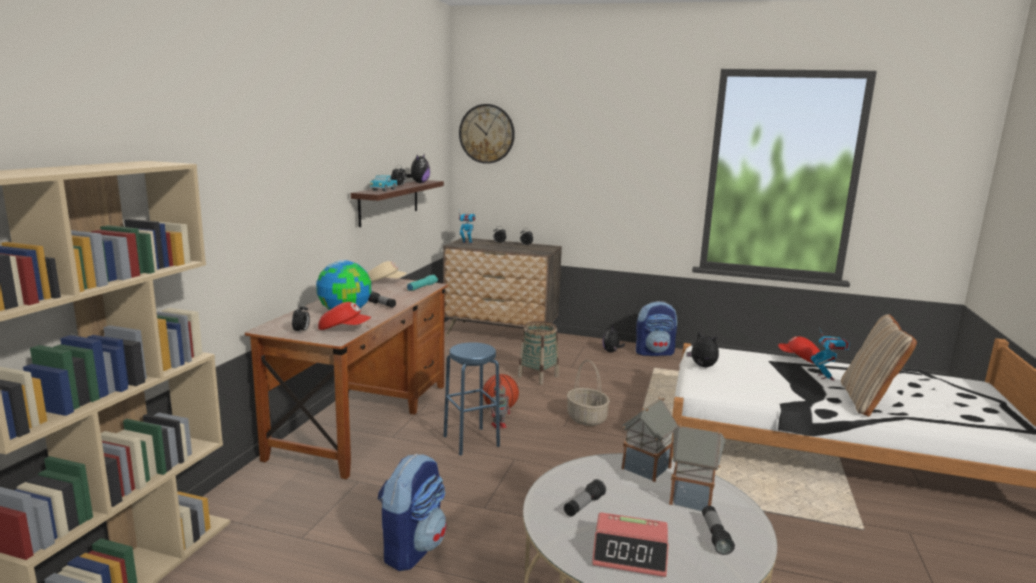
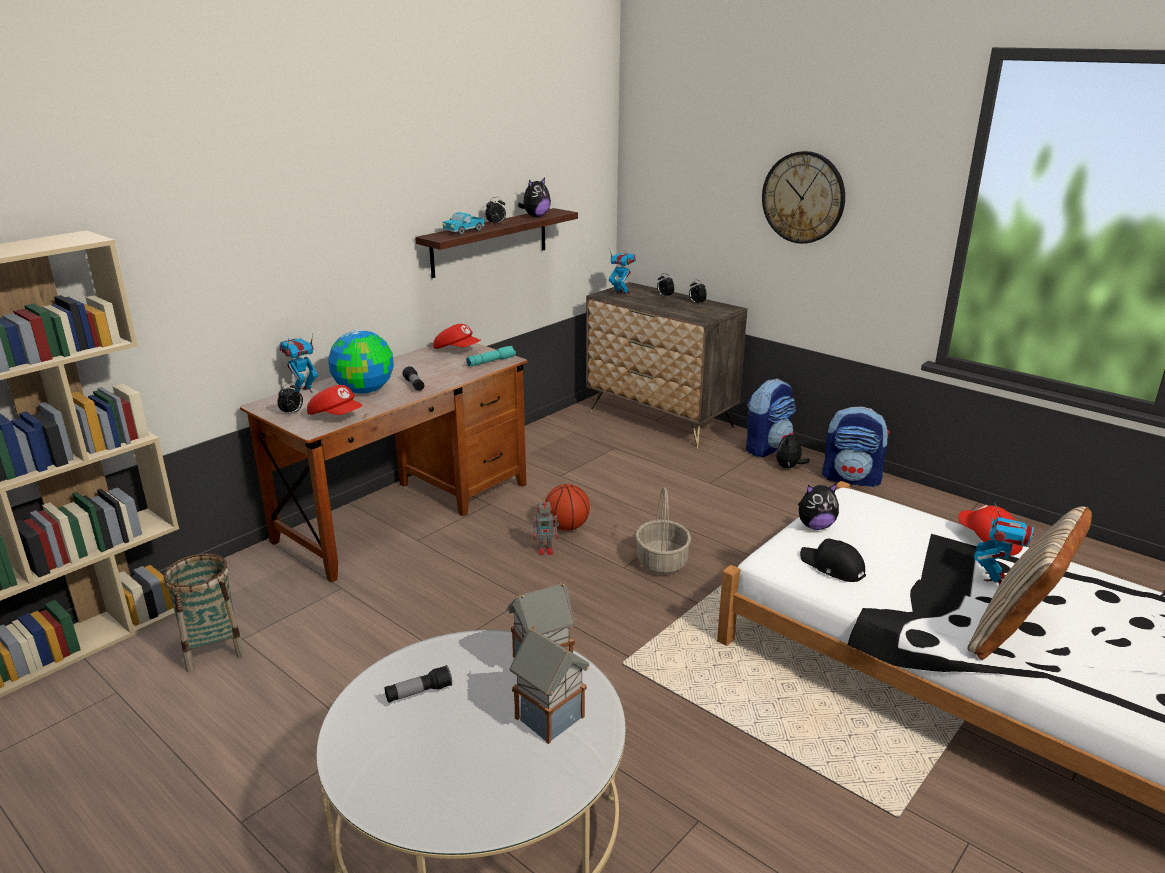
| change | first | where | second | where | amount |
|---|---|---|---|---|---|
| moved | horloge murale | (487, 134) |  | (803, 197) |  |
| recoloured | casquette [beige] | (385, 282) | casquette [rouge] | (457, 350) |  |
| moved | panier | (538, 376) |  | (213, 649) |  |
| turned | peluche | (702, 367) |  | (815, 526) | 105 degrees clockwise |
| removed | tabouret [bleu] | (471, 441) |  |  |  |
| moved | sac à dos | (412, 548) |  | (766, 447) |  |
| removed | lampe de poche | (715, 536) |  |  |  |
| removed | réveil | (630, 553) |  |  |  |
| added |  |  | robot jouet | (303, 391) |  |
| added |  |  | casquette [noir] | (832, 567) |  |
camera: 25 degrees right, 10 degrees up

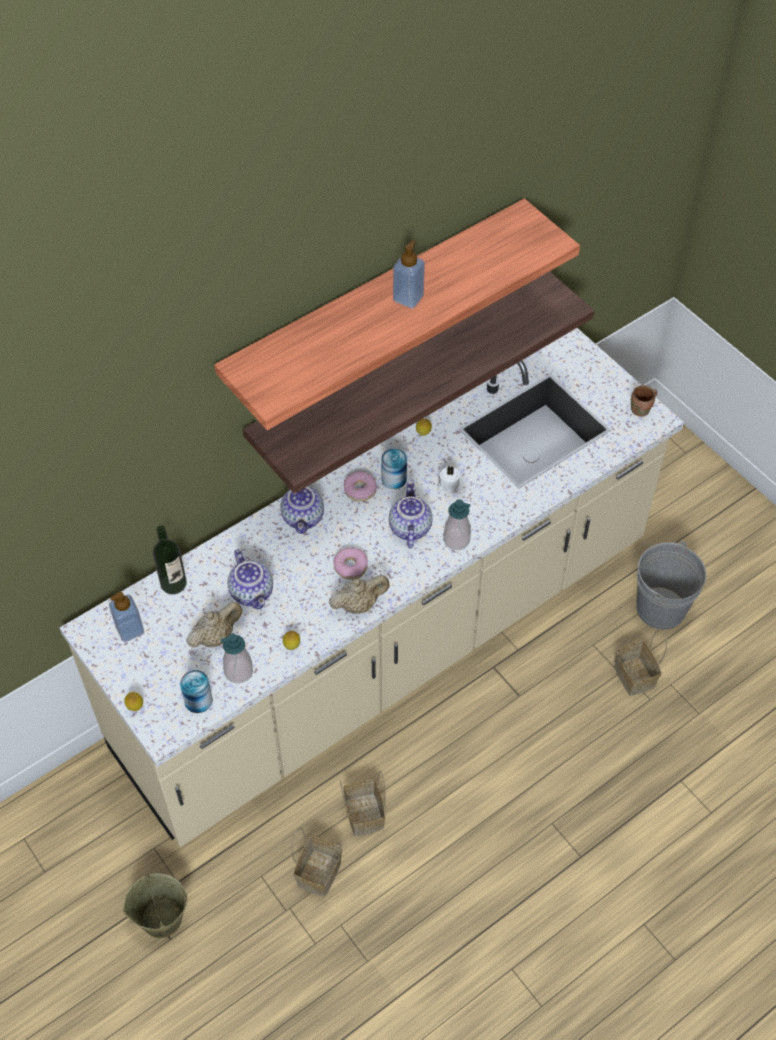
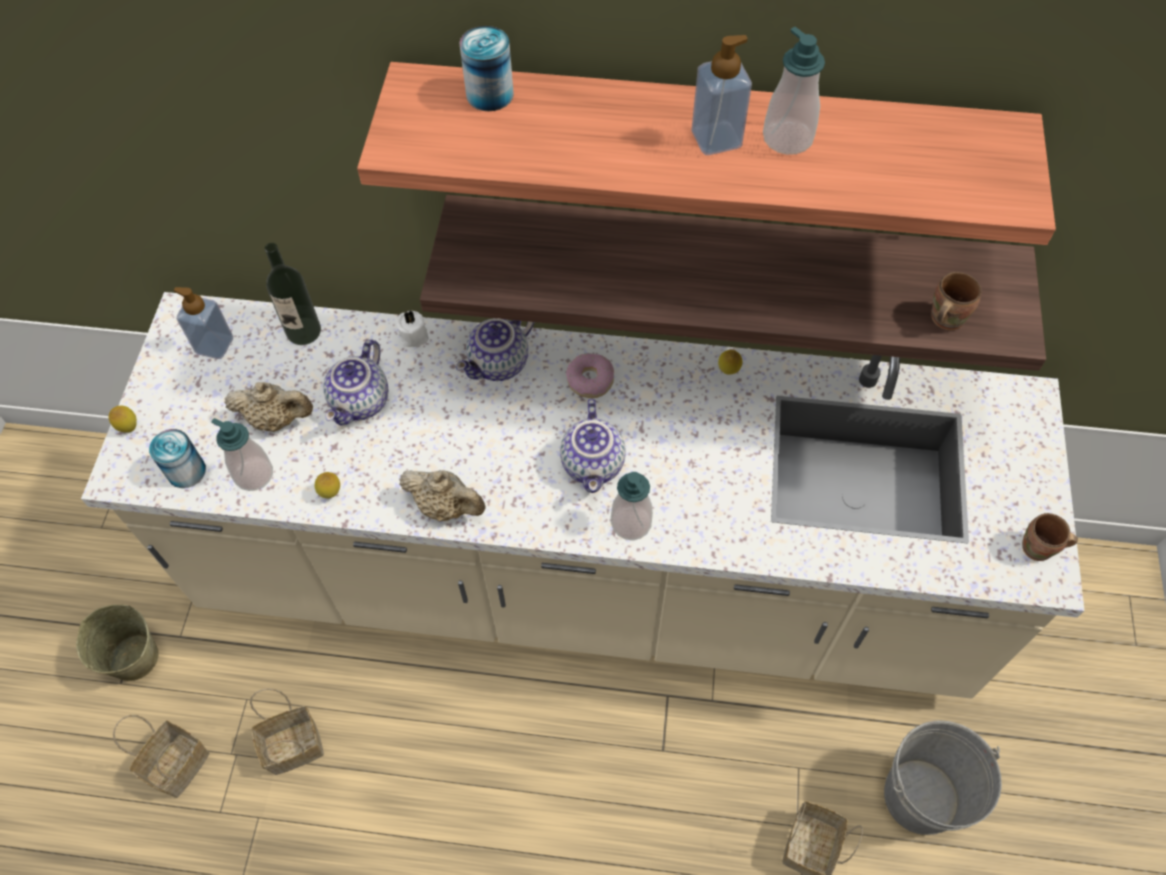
| change | first | where | second | where | amount |
|---|---|---|---|---|---|
| moved | boîte métallique | (394, 479) |  | (489, 94) |  |
| moved | bougie [blanc] | (448, 484) |  | (413, 335) |  |
| turned | théière | (409, 527) |  | (594, 465) | 135 degrees clockwise |
| removed | beignet | (351, 566) |  |  |  |
| moved | panier | (363, 813) |  | (178, 763) |  |
| added |  |  | distributeur de savon | (787, 138) |  |
| added |  |  | mug [marron] | (943, 318) |  |
camera: 45 degrees right, 5 degrees up

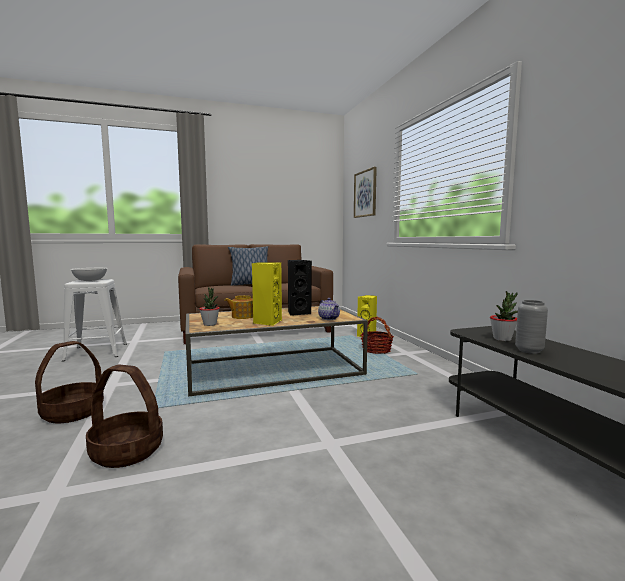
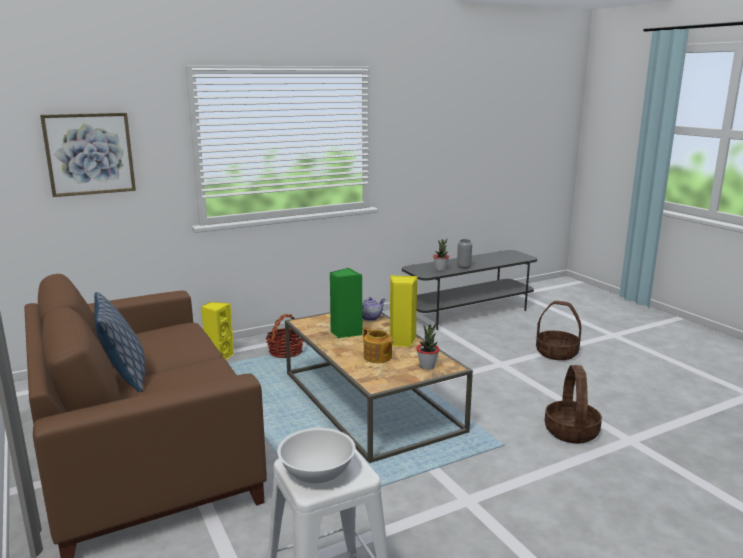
| change | first | where | second | where | amount |
|---|---|---|---|---|---|
| recoloured | enceinte [noir] | (298, 313) | enceinte [vert] | (345, 332) |  |
| moved | panier | (73, 412) |  | (556, 353) |  |
camera: 100 degrees left, 10 degrees up

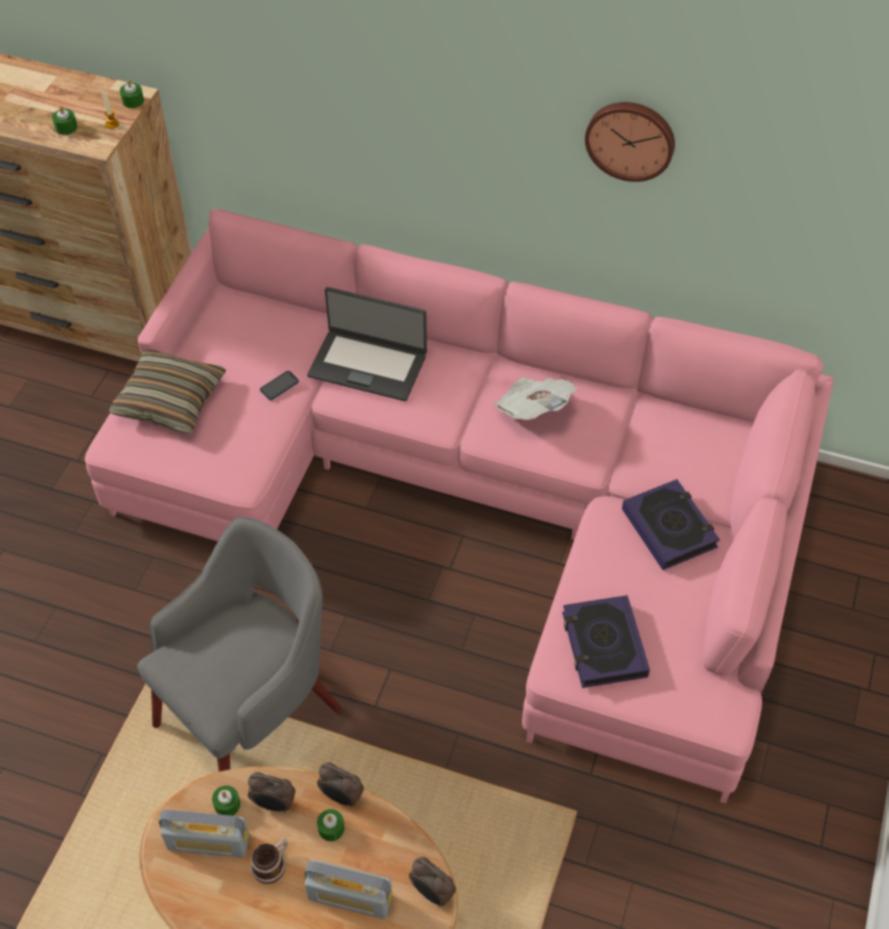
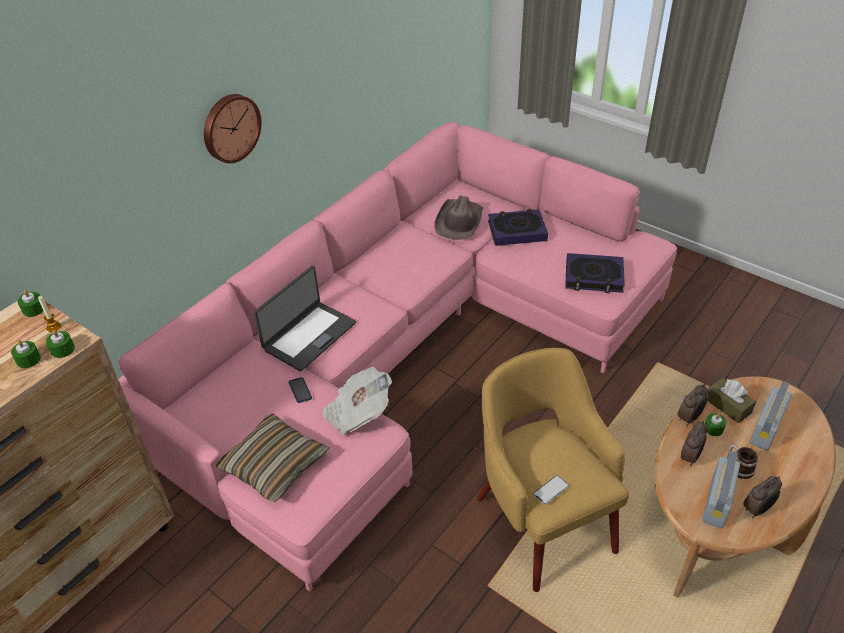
| change | first | where | second | where | amount |
|---|---|---|---|---|---|
| moved | horloge murale | (631, 139) |  | (230, 127) |  |
| moved | journal | (533, 409) |  | (357, 412) |  |
| recoloured | fauteuil [gris] | (253, 713) | fauteuil [jaune] | (542, 520) |  |
| moved | bougie [vert] | (227, 804) |  | (62, 349) |  |
| moved | réveil | (432, 893) |  | (757, 510) |  |
| added |  |  | chapeau [marron] | (459, 221) |  |
| added |  |  | boîte à mouchoirs [marron] | (728, 406) |  |
| added |  |  | téléphone | (550, 490) |  |
camera: 70 degrees left, 10 degrees down

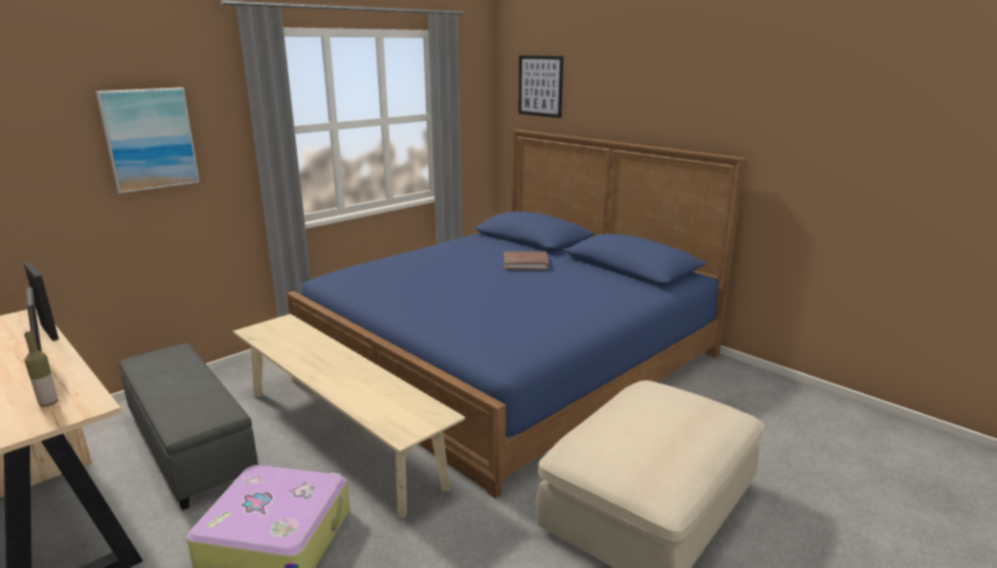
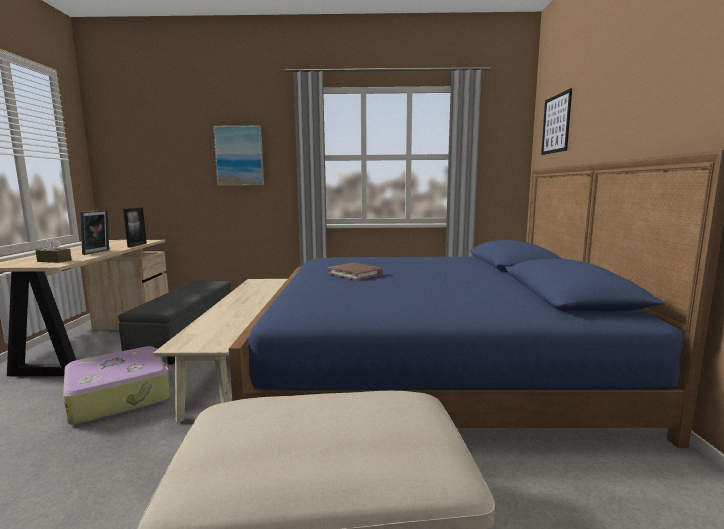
| change | first | where | second | where | amount |
|---|---|---|---|---|---|
| moved | livre [marron] | (525, 263) |  | (355, 274) |  |
| replaced | bouteille | (48, 403) | boîte à mouchoirs [marron] | (54, 261) |  |
camera: 45 degrees right, 10 degrees down

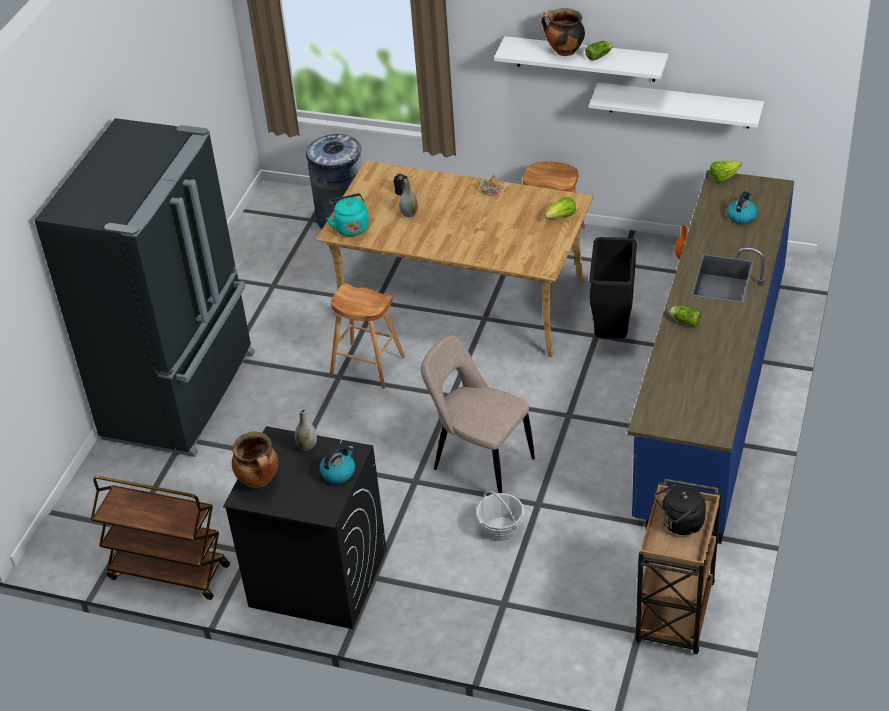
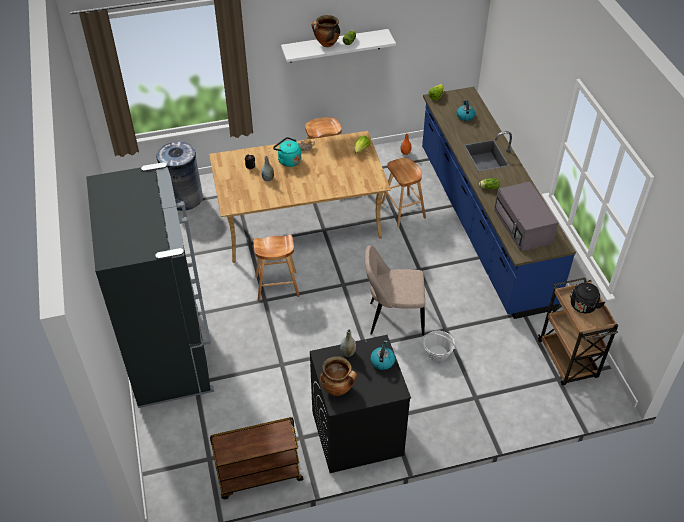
| change | first | where | second | where | amount |
|---|---|---|---|---|---|
| removed | étagère [blanc] | (679, 105) |  |  |  |
| moved | bouilloire [turquoise] | (351, 227) |  | (288, 160) |  |
| replaced | poubelle [noir] | (613, 331) | tabouret [marron] | (403, 210) |  |
| added |  |  | micro-ondes [gris] | (523, 227) |  |
camera: 35 degrees left, 5 degrees up

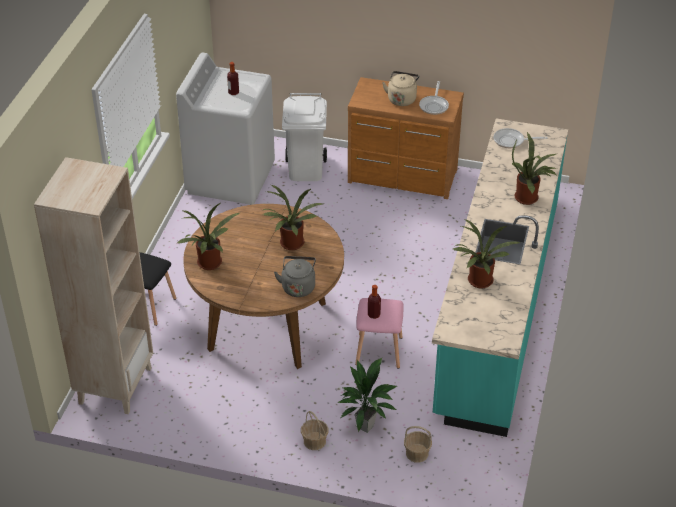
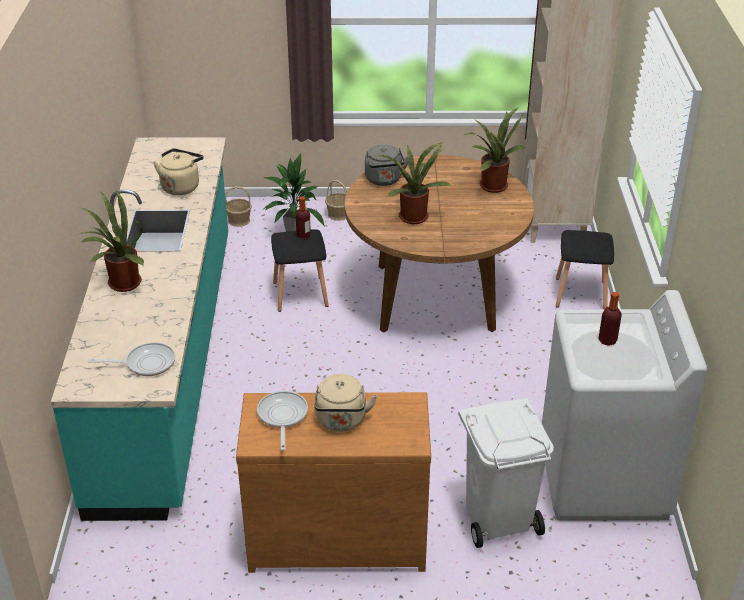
| change | first | where | second | where | amount |
|---|---|---|---|---|---|
| replaced | plante en pot | (479, 282) | bouilloire [beige] | (181, 186) |  |
| recoloured | tabouret [rose] | (379, 351) | tabouret [noir] | (299, 293) |  |
camera: 165 degrees right, 5 degrees down

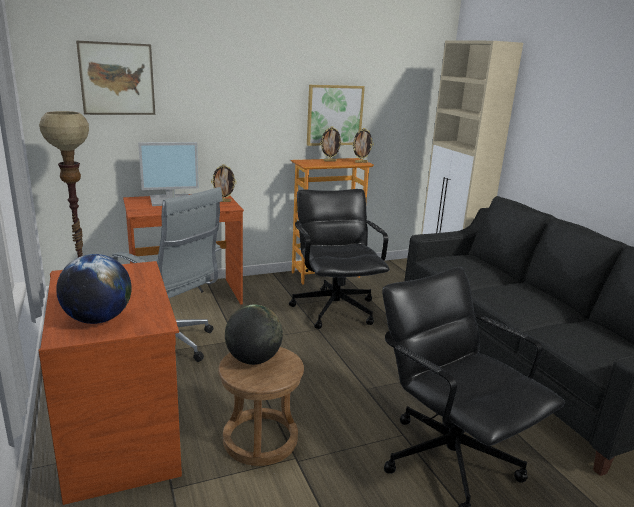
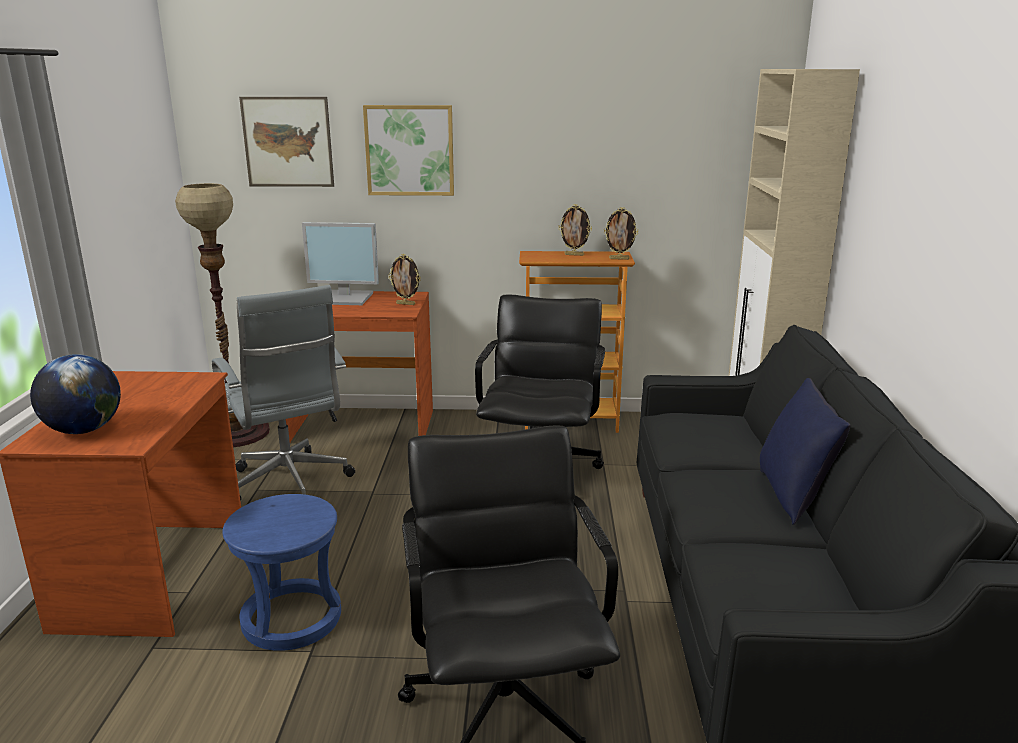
| change | first | where | second | where | amount |
|---|---|---|---|---|---|
| moved | tableau | (334, 115) |  | (409, 150) |  |
| removed | globe | (253, 360) |  |  |  |
| recoloured | tabouret [marron] | (261, 439) | tabouret [bleu] | (292, 618) |  |
| added |  |  | coussin [bleu] | (793, 496) |  |
camera: 25 degrees right, 0 degrees up

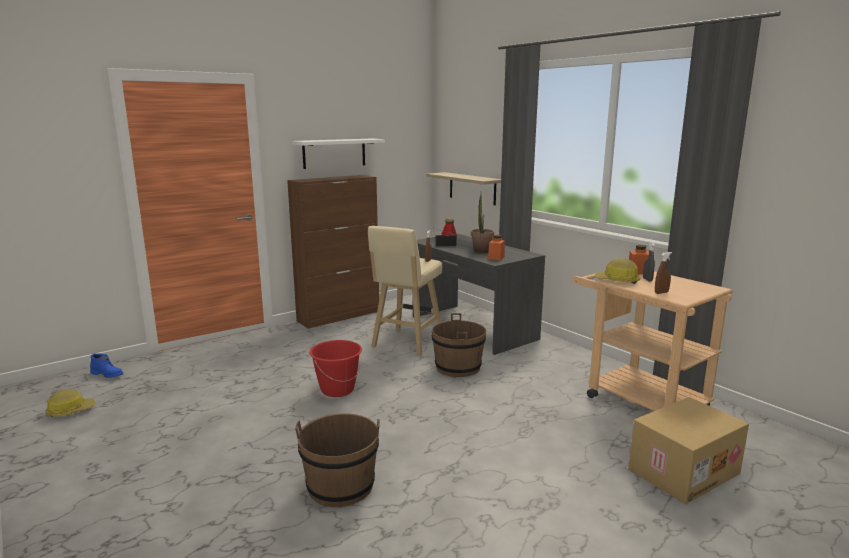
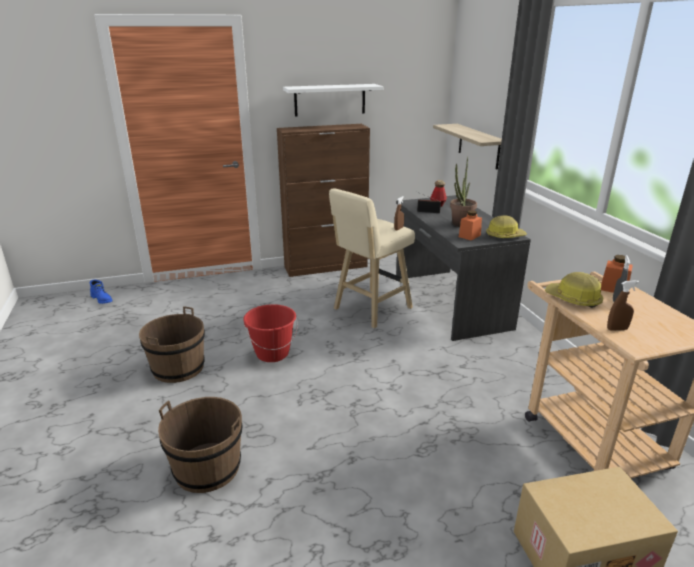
| change | first | where | second | where | amount |
|---|---|---|---|---|---|
| moved | seau [marron] | (458, 367) |  | (178, 368) |  |
| moved | casque de chantier | (70, 411) |  | (504, 236) |  |
camera: 20 degrees right, 10 degrees up

